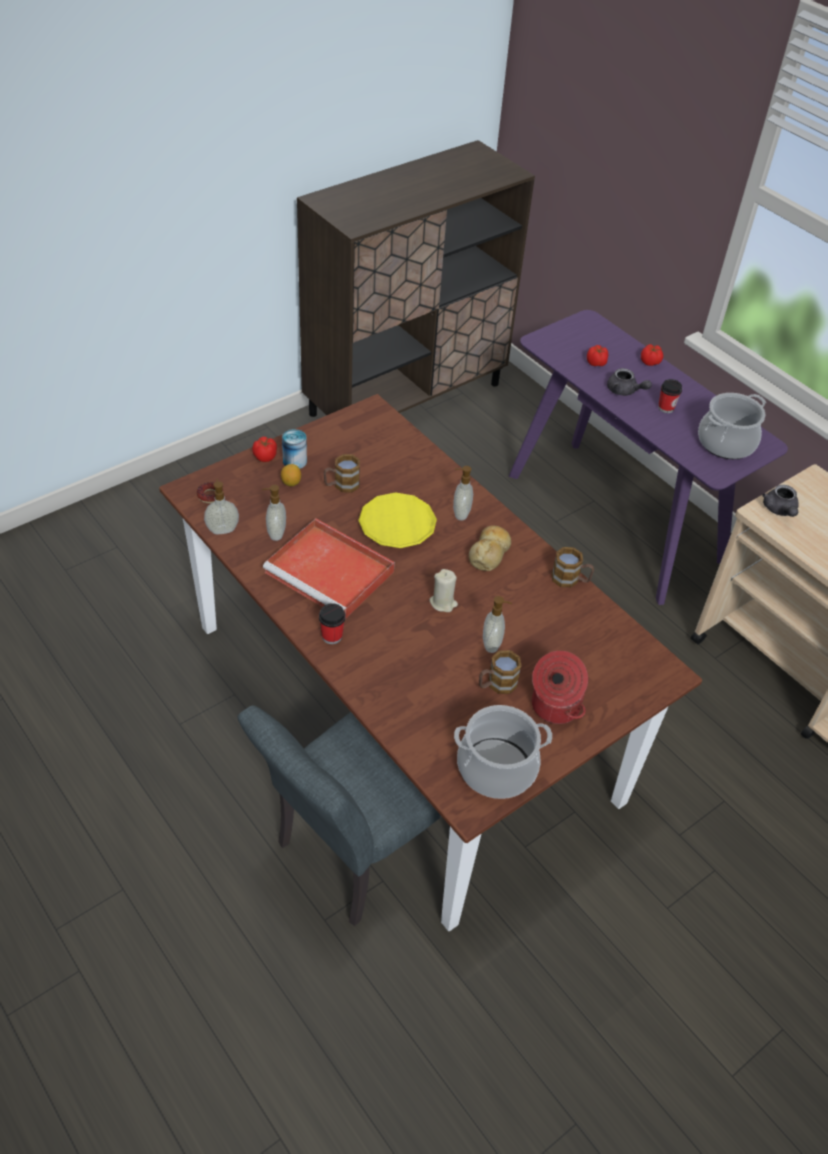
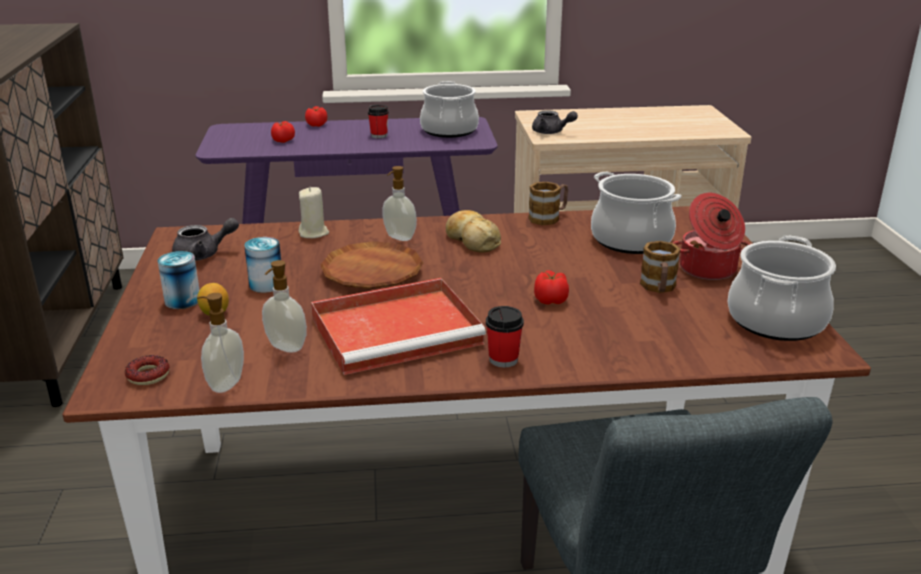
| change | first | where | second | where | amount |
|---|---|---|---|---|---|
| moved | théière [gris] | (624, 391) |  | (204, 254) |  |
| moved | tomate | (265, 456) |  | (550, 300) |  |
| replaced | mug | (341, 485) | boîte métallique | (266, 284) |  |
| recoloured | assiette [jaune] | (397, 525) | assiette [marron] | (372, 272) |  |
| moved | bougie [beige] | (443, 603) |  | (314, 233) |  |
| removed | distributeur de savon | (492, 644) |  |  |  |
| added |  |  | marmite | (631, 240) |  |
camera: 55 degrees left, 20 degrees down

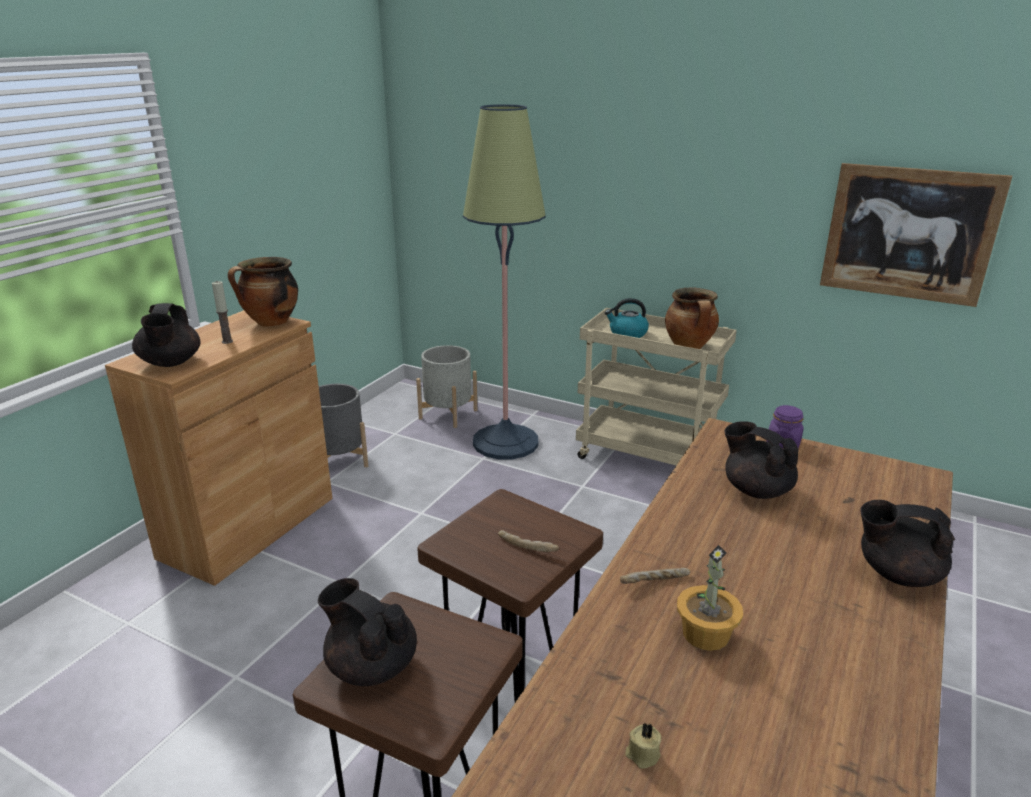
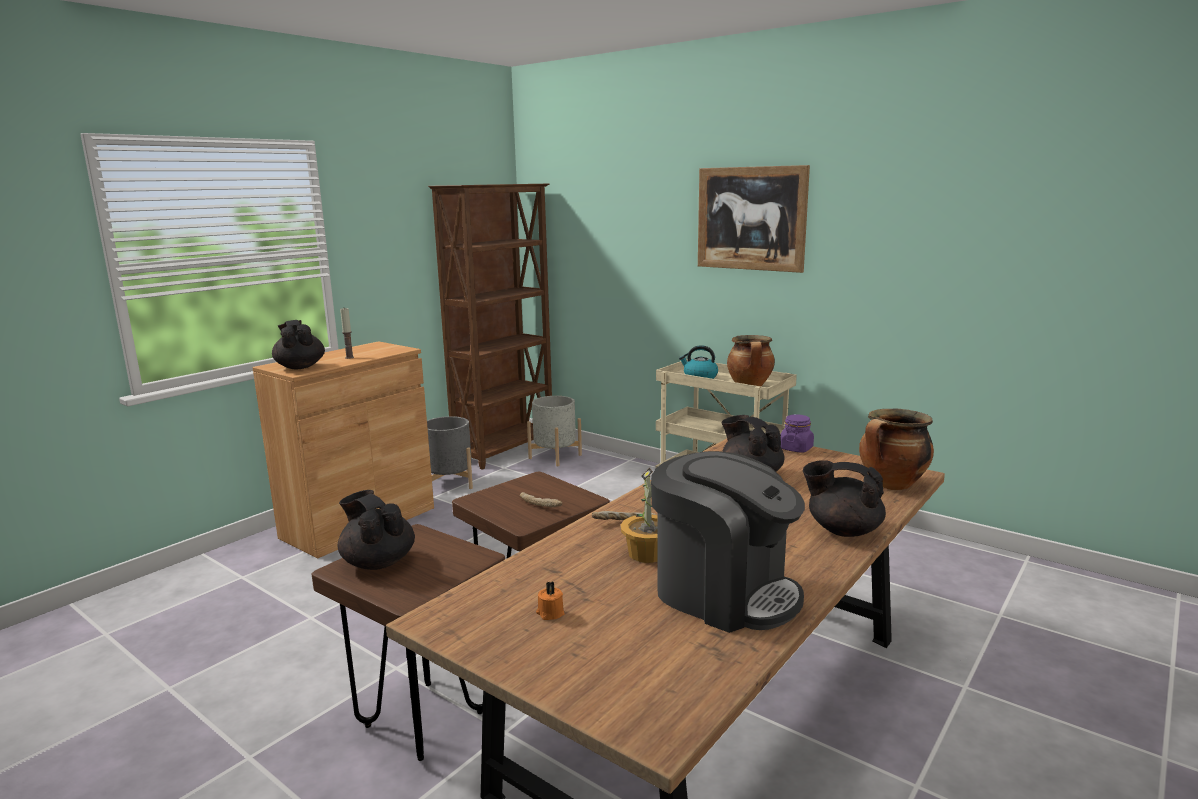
| change | first | where | second | where | amount |
|---|---|---|---|---|---|
| removed | lampadaire | (505, 442) |  |  |  |
| moved | tableau | (908, 233) |  | (751, 218) |  |
| moved | marmite | (271, 323) |  | (891, 485) |  |
| turned | théière [noir] | (170, 363) |  | (300, 367) | 150 degrees clockwise |
| recoloured | bougie [beige] | (642, 755) | bougie [orange] | (550, 613) |  |
| added |  |  | bibliothèque [marron] | (506, 450) |  |
| added |  |  | machine à café | (724, 592) |  |
camera: 10 degrees right, 10 degrees down

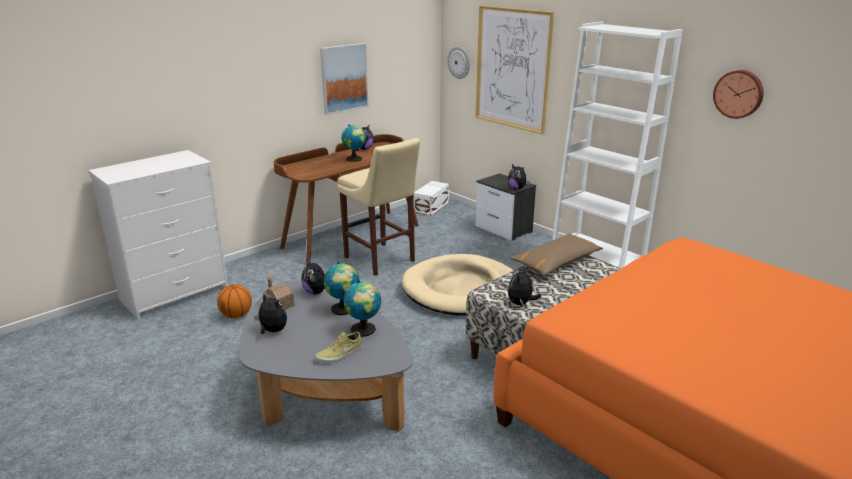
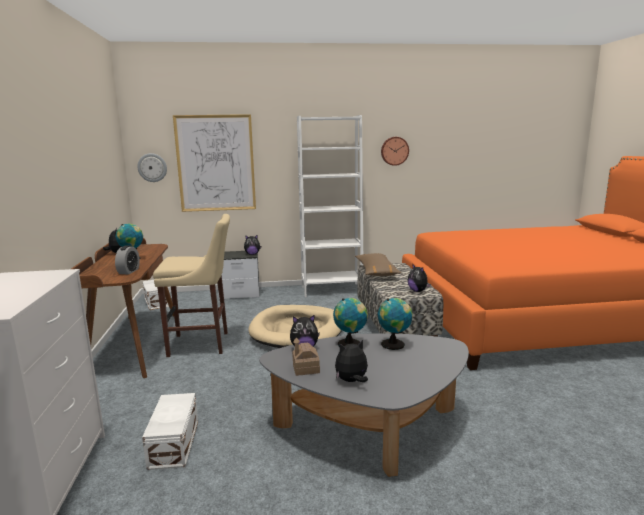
| change | first | where | second | where | amount |
|---|---|---|---|---|---|
| removed | tableau | (343, 78) |  |  |  |
| replaced | ballon de basket | (236, 315) | boîte de rangement [blanc] | (173, 444) |  |
| removed | chaussure [beige] | (340, 354) |  |  |  |
| added |  |  | réveil | (129, 271) |  |
camera: 55 degrees left, 10 degrees down

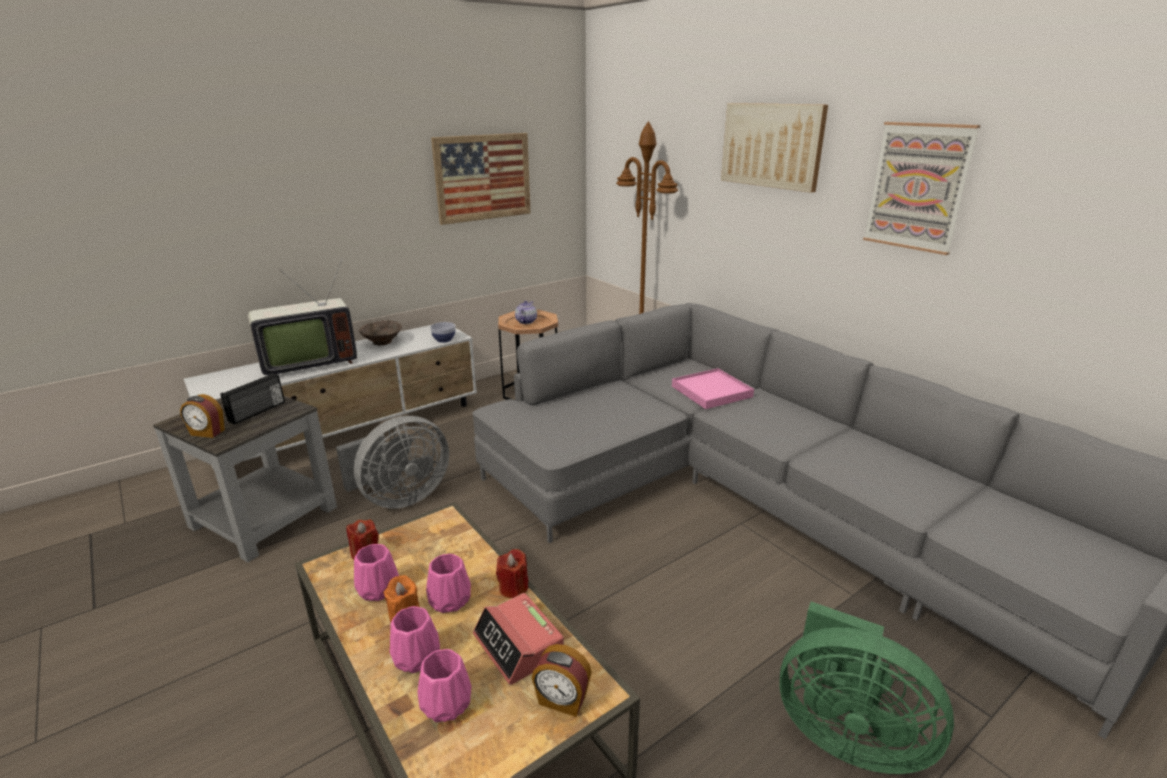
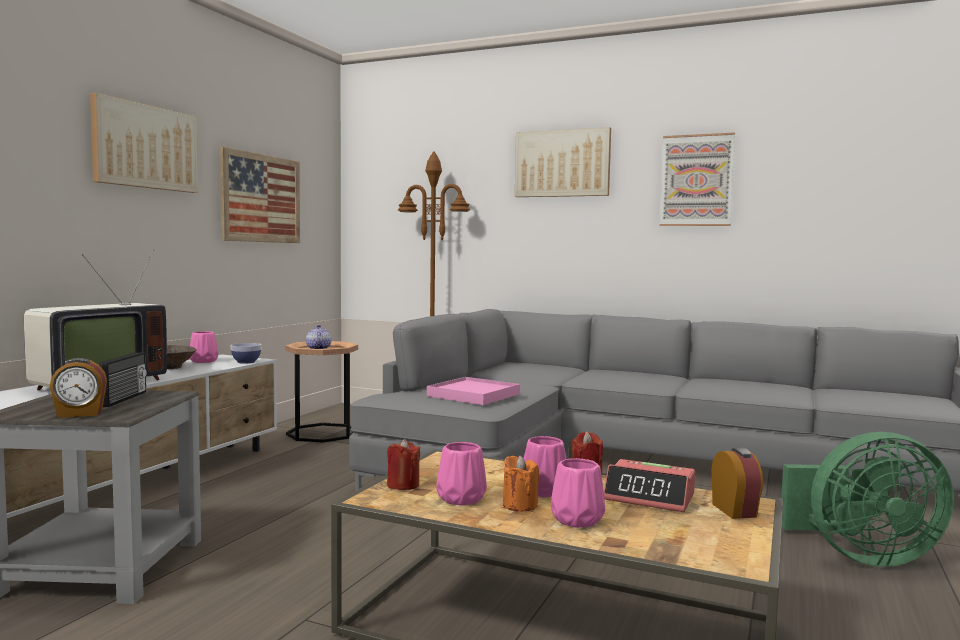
| change | first | where | second | where | amount |
|---|---|---|---|---|---|
| moved | plateau [rose] | (711, 391) |  | (473, 395) |  |
| removed | ventilateur [gris] | (400, 498) |  |  |  |
| turned | réveil | (562, 700) |  | (735, 510) | 90 degrees counterclockwise |
| moved | vase [rose] | (446, 703) |  | (203, 361) |  |
| added |  |  | tableau | (145, 147) |  |
camera: 30 degrees left, 20 degrees down

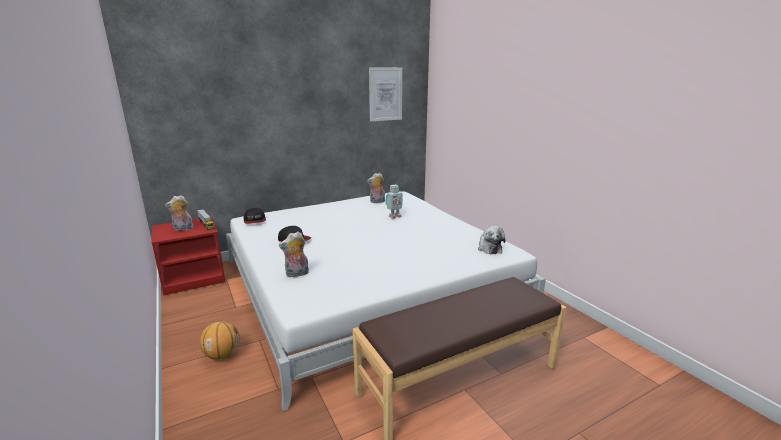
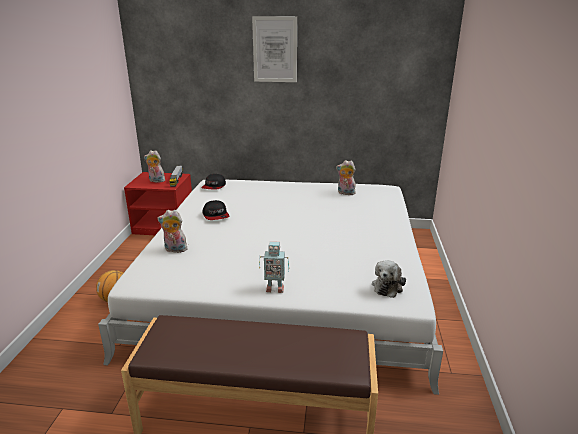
| change | first | where | second | where | amount |
|---|---|---|---|---|---|
| moved | tableau | (385, 94) |  | (275, 49) |  |
| moved | robot jouet | (394, 216) |  | (274, 288) |  |
camera: 35 degrees right, 5 degrees up

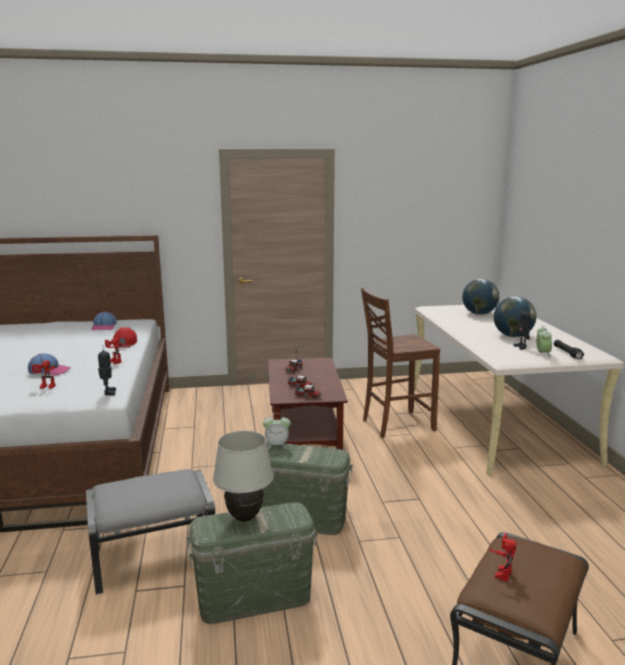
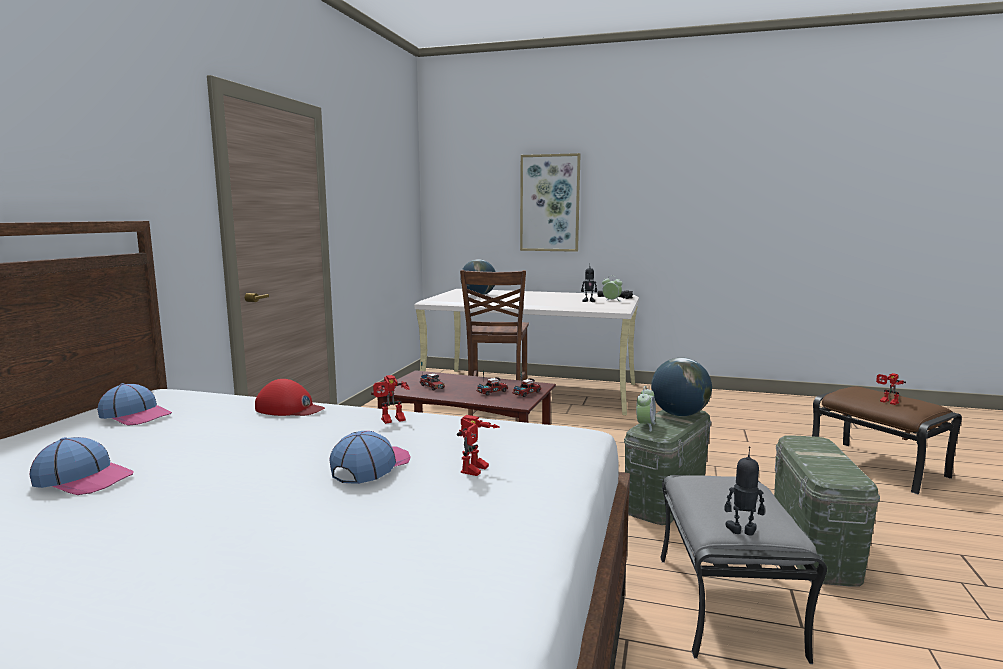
| change | first | where | second | where | amount |
|---|---|---|---|---|---|
| moved | globe | (512, 336) |  | (679, 414) |  |
| moved | robot jouet | (108, 393) |  | (742, 532) |  |
| removed | lampe de table [blanc] | (245, 517) |  |  |  |
| added |  |  | tableau | (550, 203) |  |
| added |  |  | casquette | (84, 479) |  |
camera: 65 degrees left, 5 degrees down

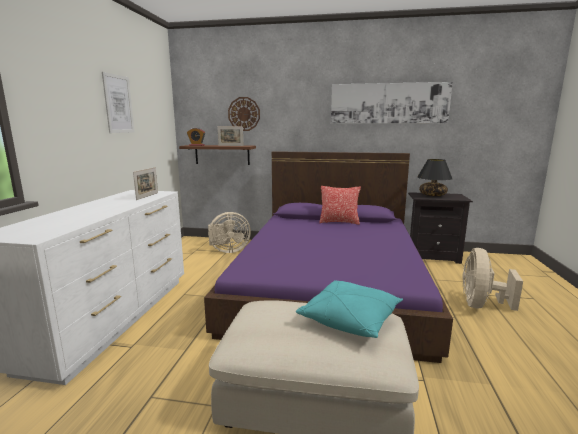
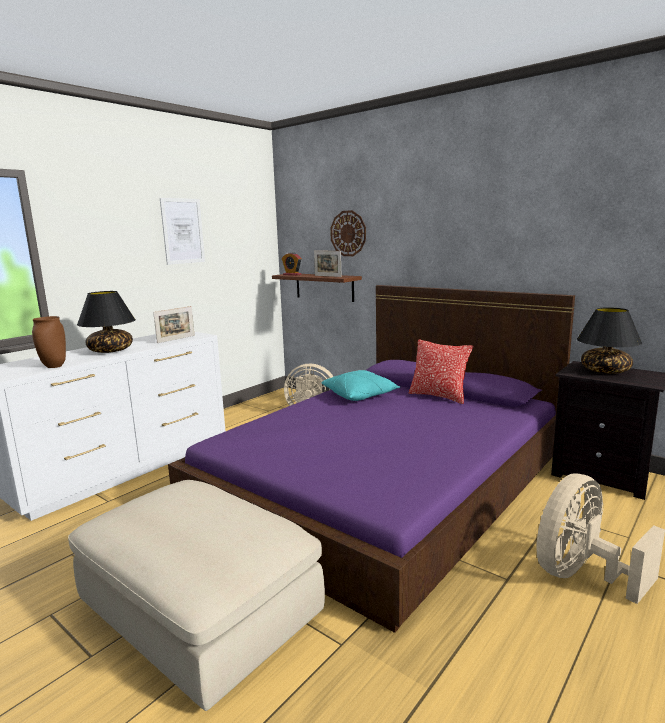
| change | first | where | second | where | amount |
|---|---|---|---|---|---|
| removed | tableau | (389, 103) |  |  |  |
| moved | coussin [turquoise] | (350, 319) |  | (360, 395) |  |
| added |  |  | lampe de table [noir] | (110, 351) |  |
| added |  |  | vase [marron] | (55, 366) |  |
camera: 30 degrees right, 0 degrees up

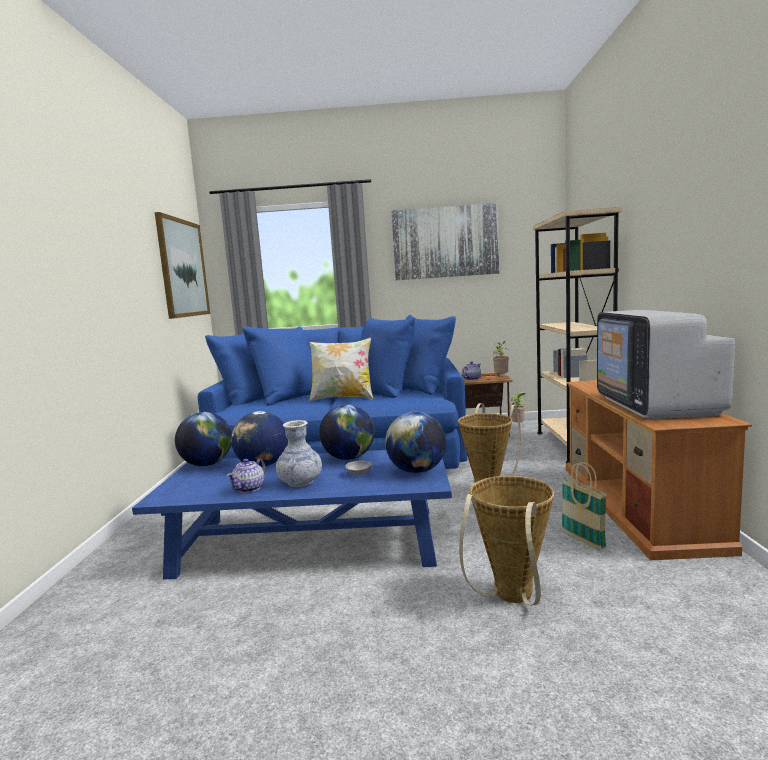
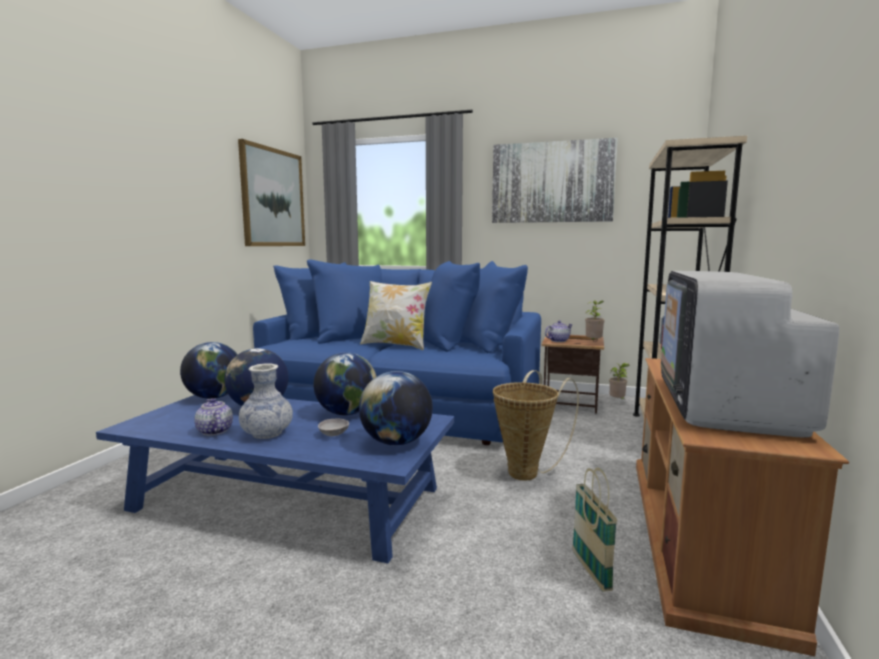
| change | first | where | second | where | amount |
|---|---|---|---|---|---|
| turned | théière | (249, 488) |  | (214, 431) | 105 degrees clockwise |
| removed | panier | (511, 598) |  |  |  |
camera: 15 degrees right, 0 degrees up

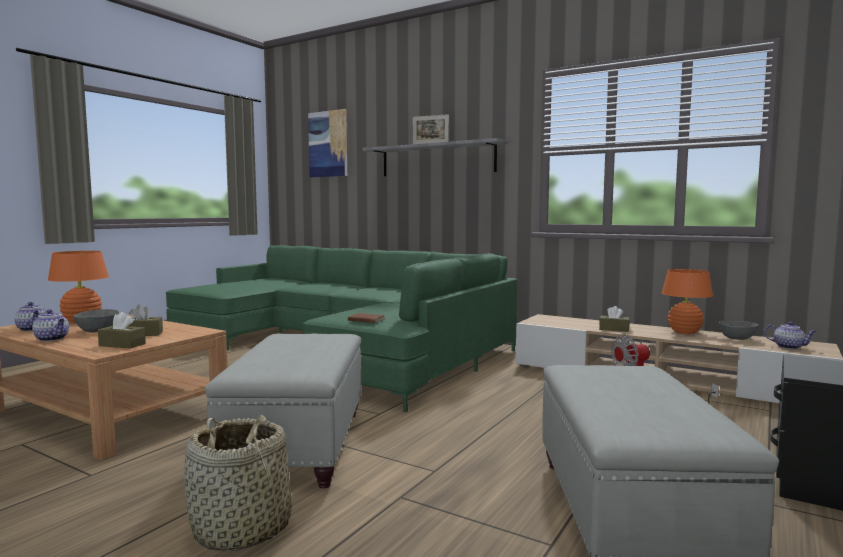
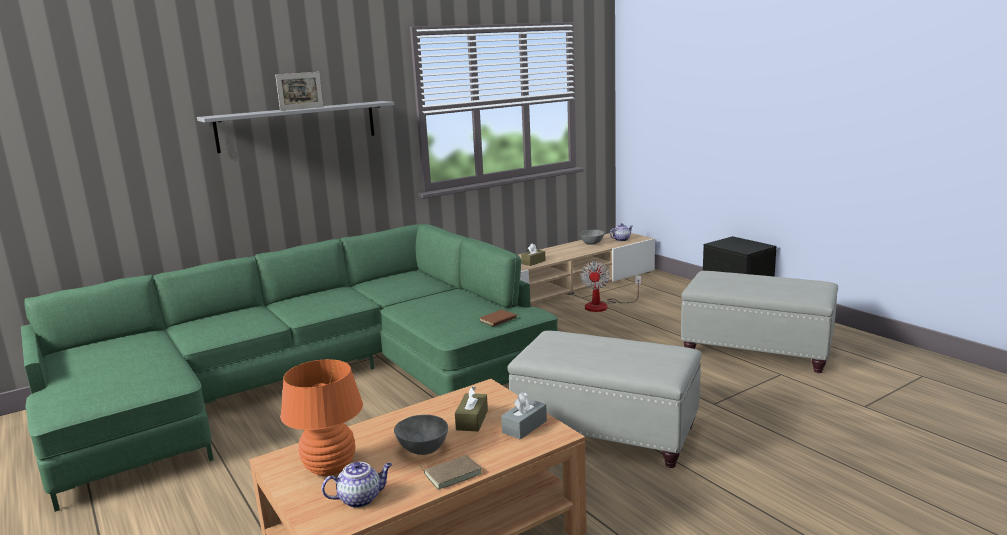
| change | first | where | second | where | amount |
|---|---|---|---|---|---|
| removed | tableau | (328, 144) |  |  |  |
| removed | lampe de table [orange] | (684, 332) |  |  |  |
| replaced | théière | (52, 339) | livre [marron] | (452, 473) |  |
| recoloured | boîte à mouchoirs [marron] | (122, 345) | boîte à mouchoirs [gris] | (524, 427) |  |
| removed | panier | (242, 530) |  |  |  |
camera: 65 degrees left, 10 degrees up

